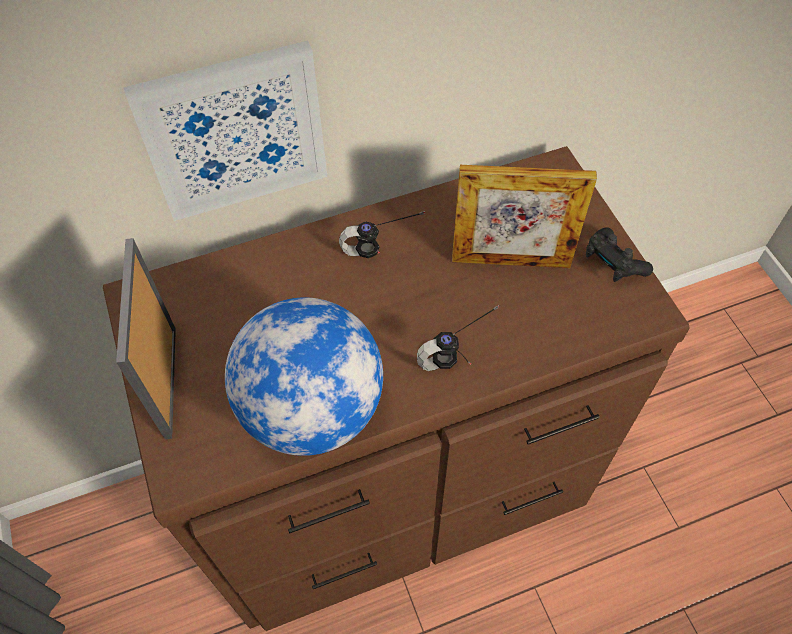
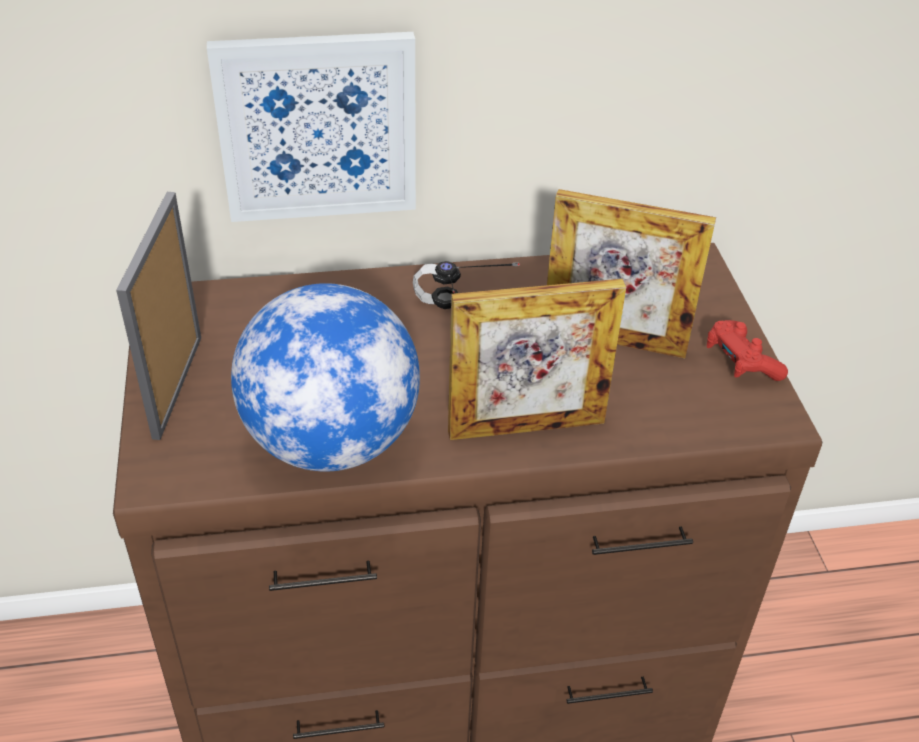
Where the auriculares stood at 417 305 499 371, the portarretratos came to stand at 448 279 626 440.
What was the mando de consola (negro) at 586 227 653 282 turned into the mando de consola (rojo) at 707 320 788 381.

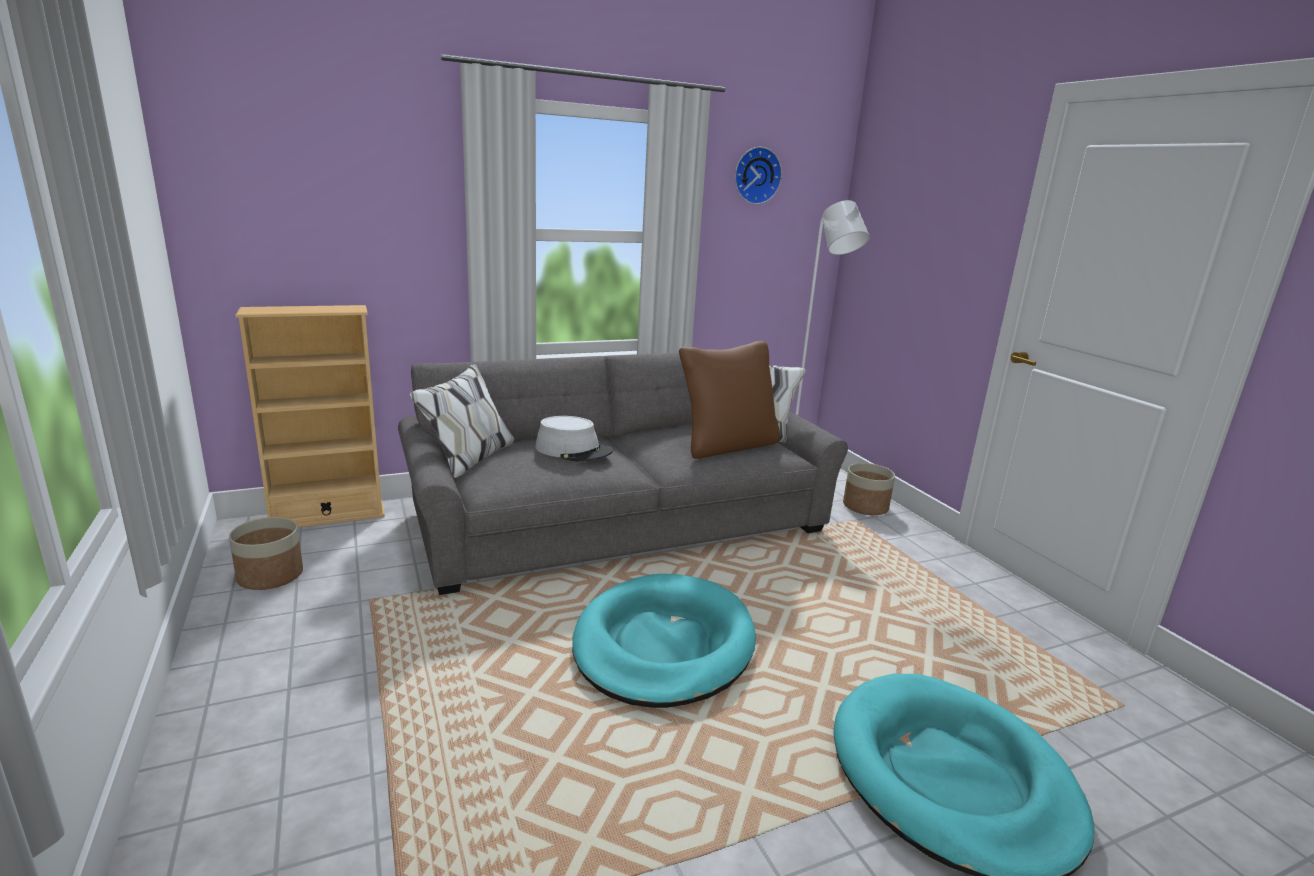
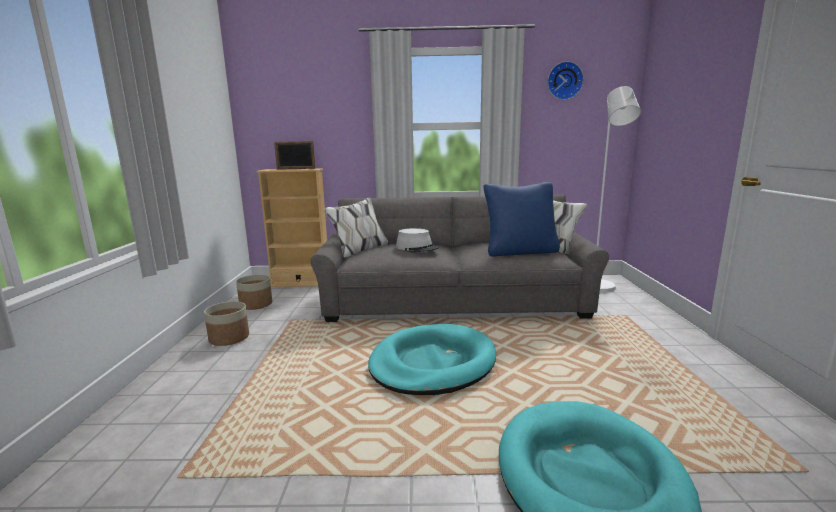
What was the cojín (marrón) at 679 341 780 459 turned into the cojín (azul) at 484 182 560 257.
The maceta ended up elsewhere, having gone from 843 463 895 515 to 204 301 249 346.
The second view gained the portarretratos at 274 141 315 170.

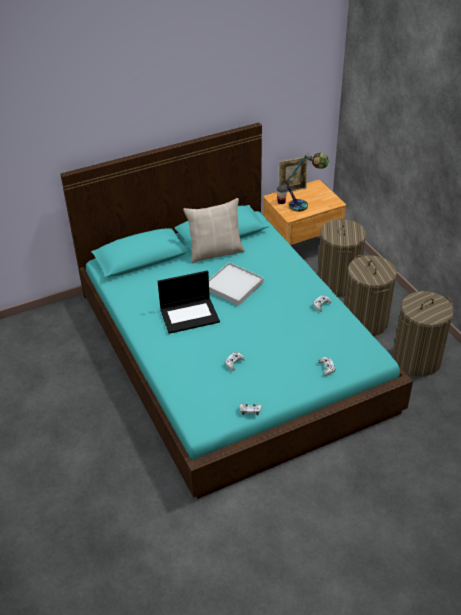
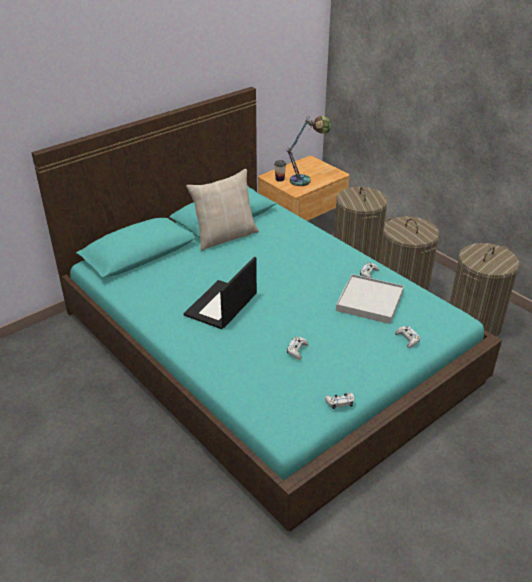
The portátil at 158 270 220 334 ended up facing another way, 150 degrees clockwise from before.
The bandeja (blanco) ended up elsewhere, having gone from 209 262 264 306 to 336 274 404 324.
The second view lost the portarretratos at 279 157 308 192.

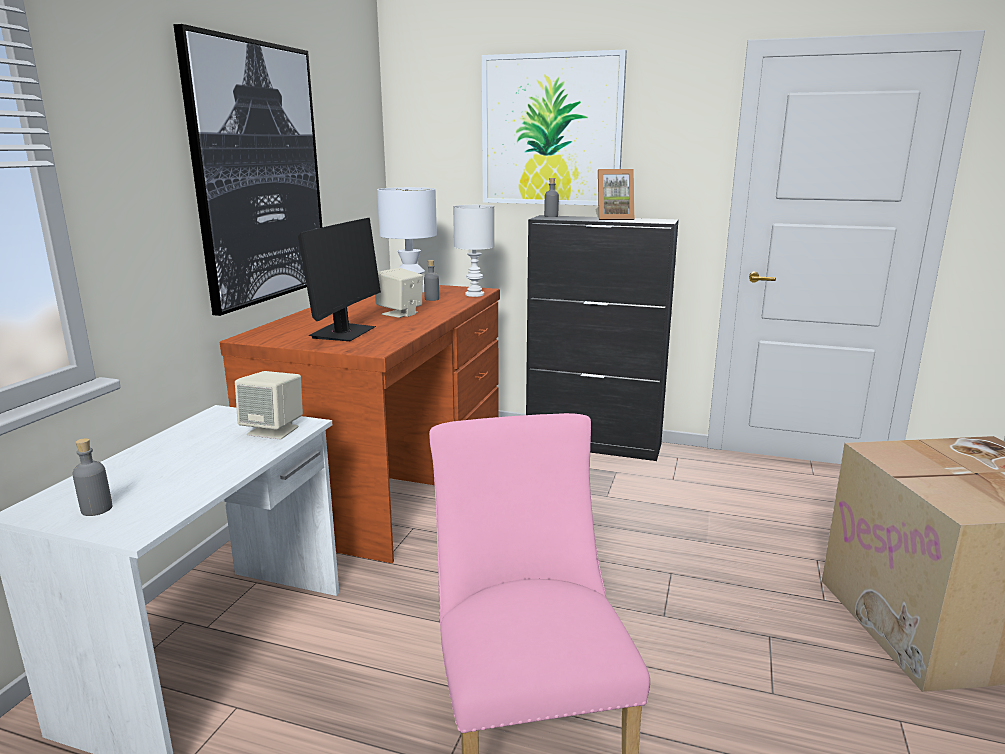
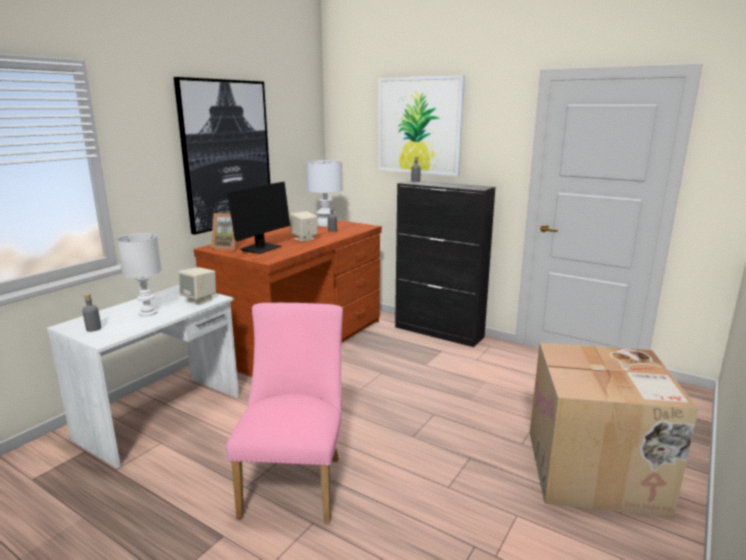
The lámpara de mesa (blanco) ended up elsewhere, having gone from 453 205 494 297 to 117 233 162 316.
The portarretratos ended up elsewhere, having gone from 595 169 635 220 to 211 213 237 250.

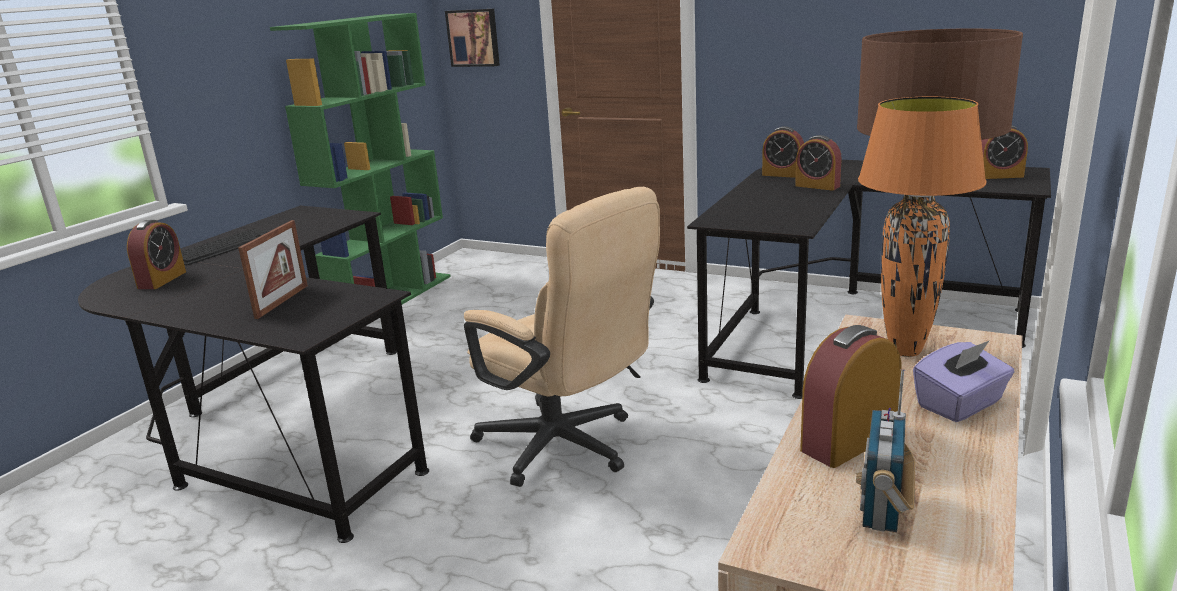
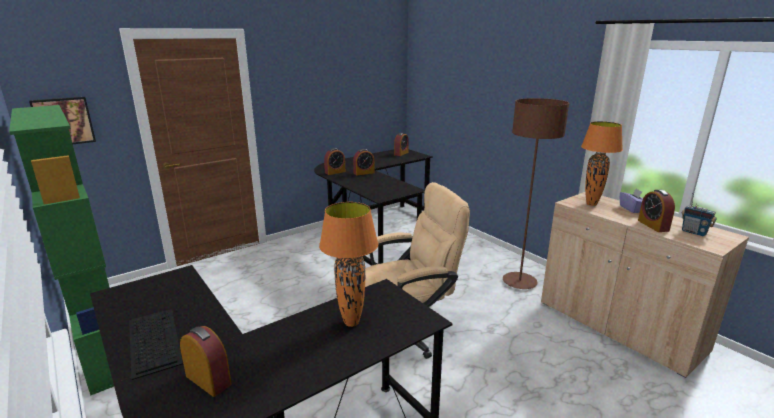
Where the portarretratos stood at 238 220 308 319, the lámpara de mesa (naranja) came to stand at 319 202 378 327.

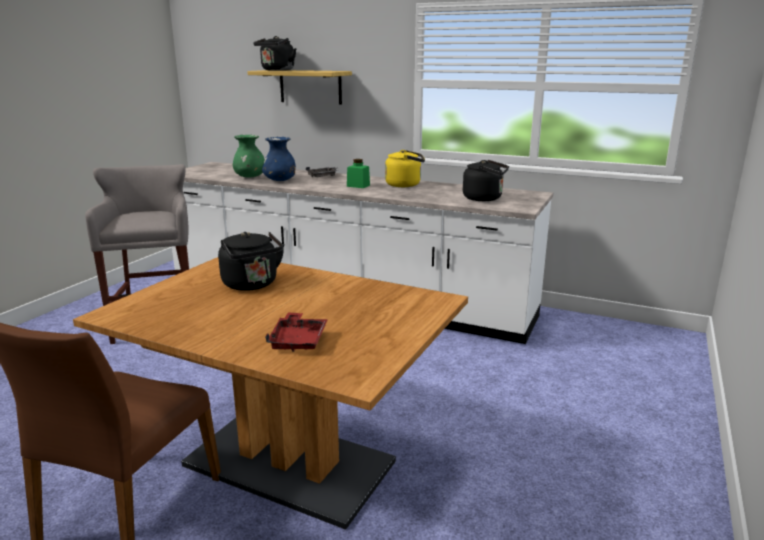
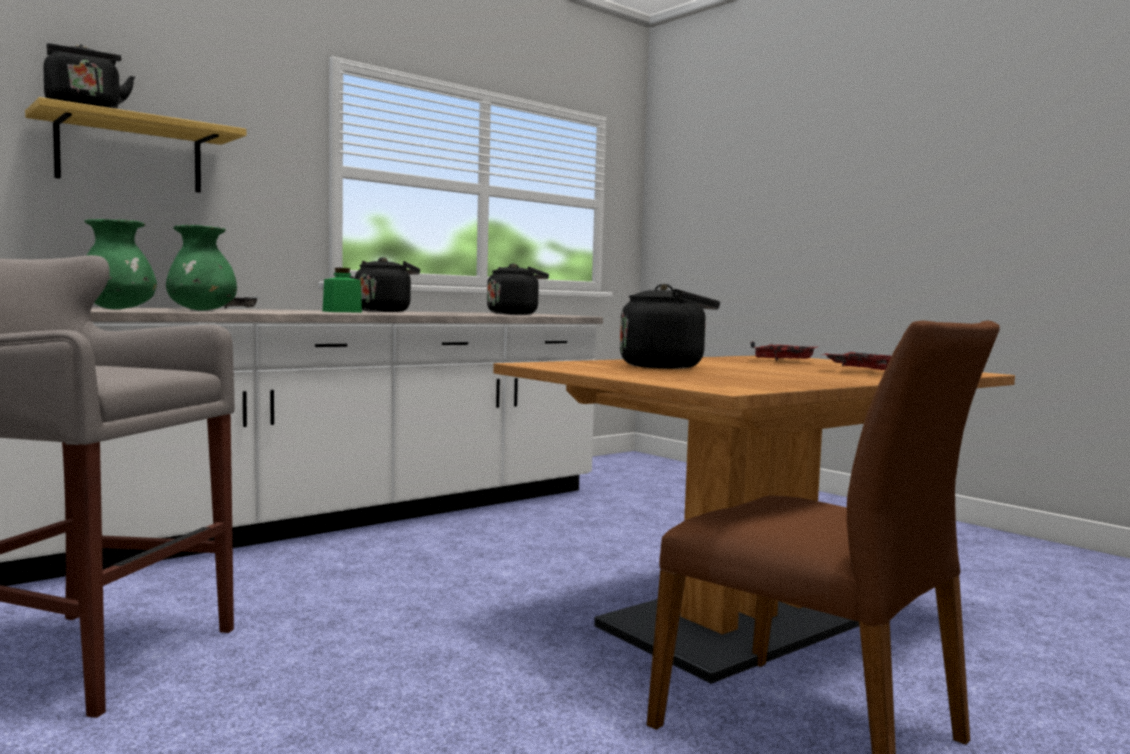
What was the florero (azul) at 262 137 296 181 turned into the florero (verde) at 166 225 237 311.
What was the hervidor (amarillo) at 385 150 425 187 turned into the hervidor (negro) at 350 257 420 312.
The second view gained the bandeja (rojo) at 750 341 817 360.

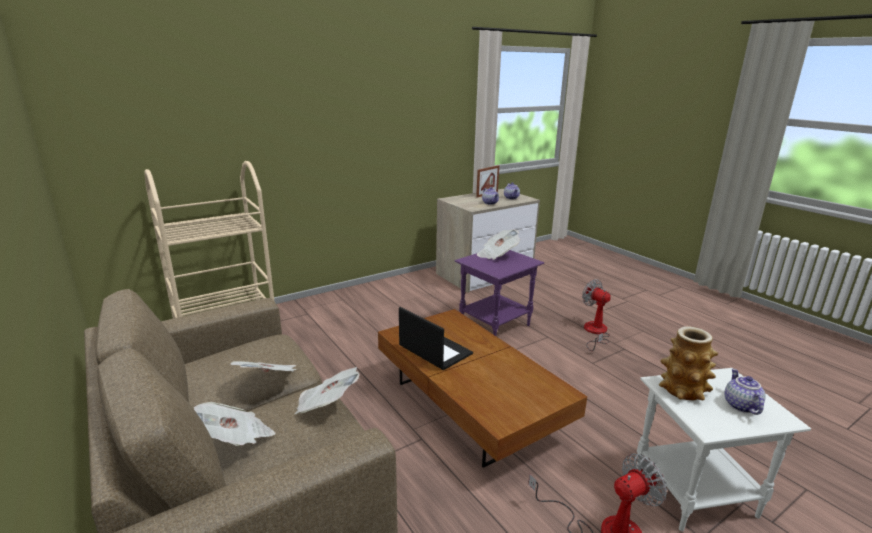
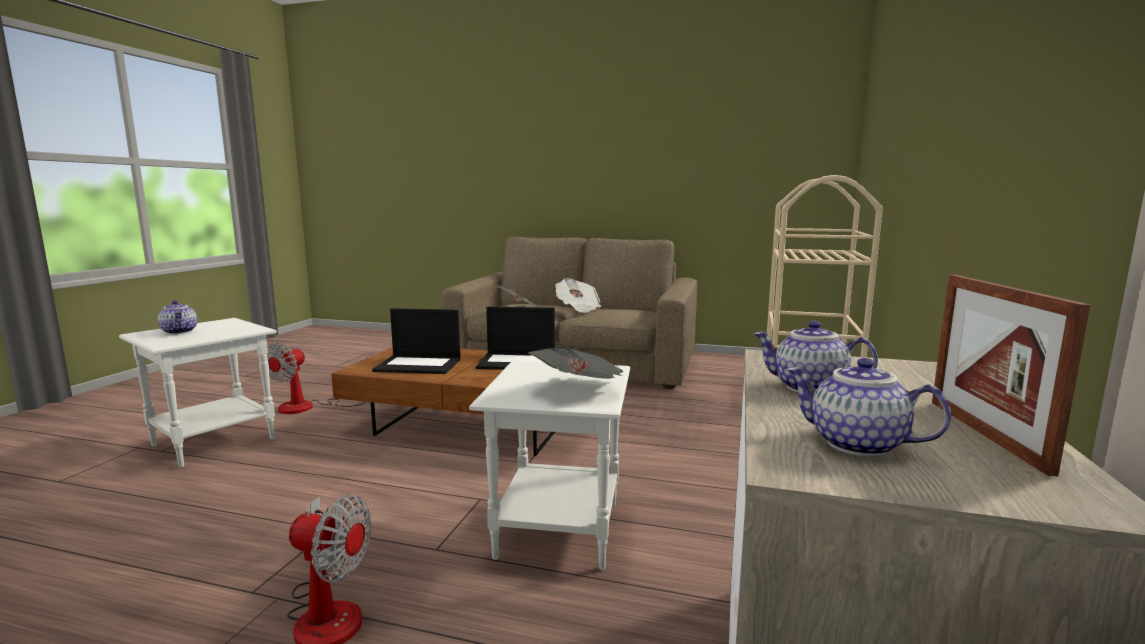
The second view lost the periódico at 194 402 276 446.
What was the mesa auxiliar (morado) at 454 250 544 336 turned into the mesa auxiliar (blanco) at 469 361 630 570.
The second view lost the florero at 659 326 718 400.
The second view gained the portátil at 372 308 461 374.

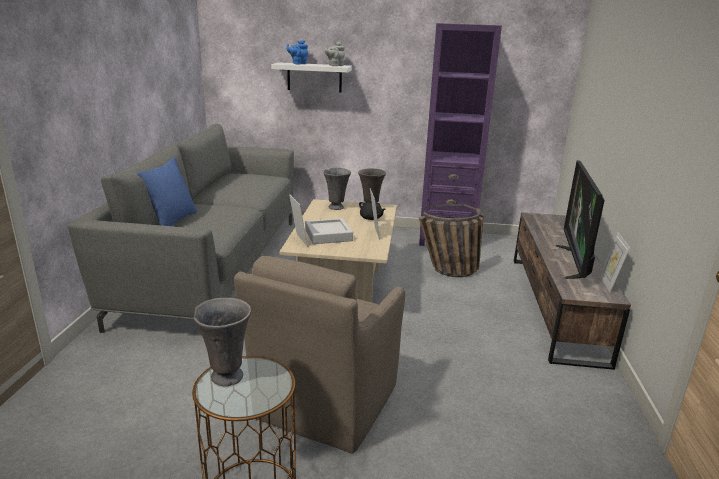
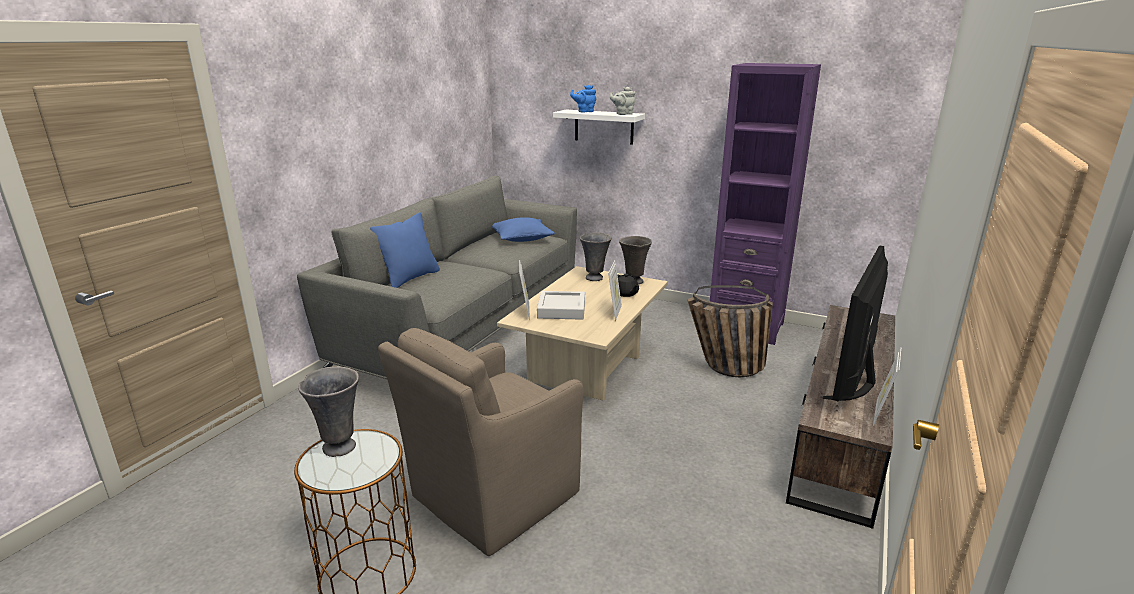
The second view gained the cojín (azul) at 492 217 555 242.

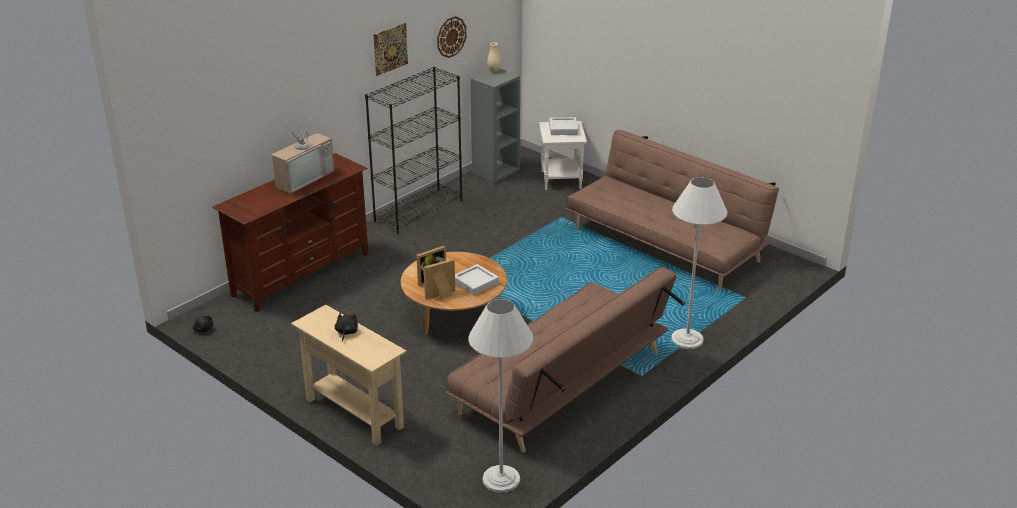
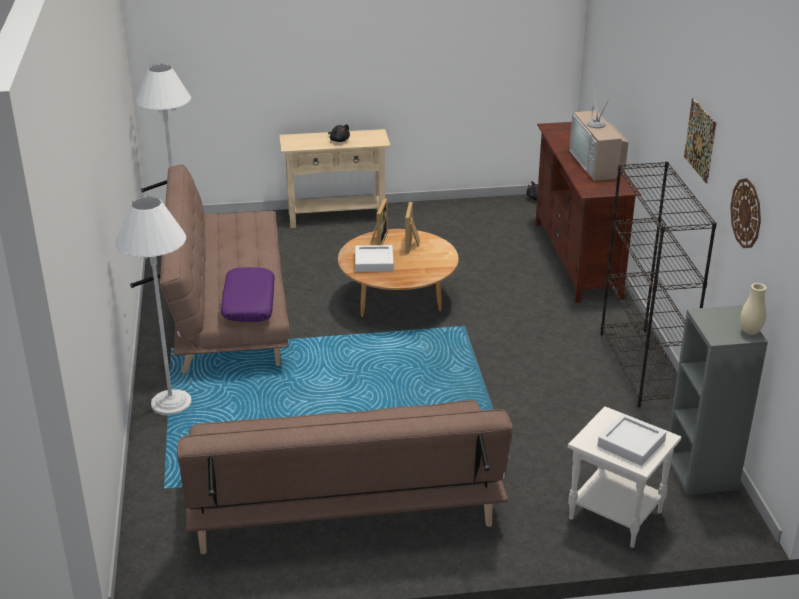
The second view gained the cojín (morado) at 221 267 275 322.

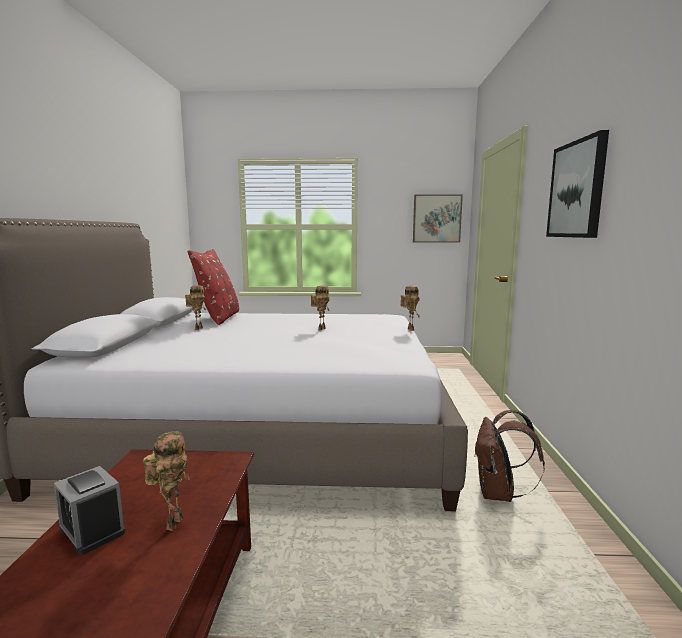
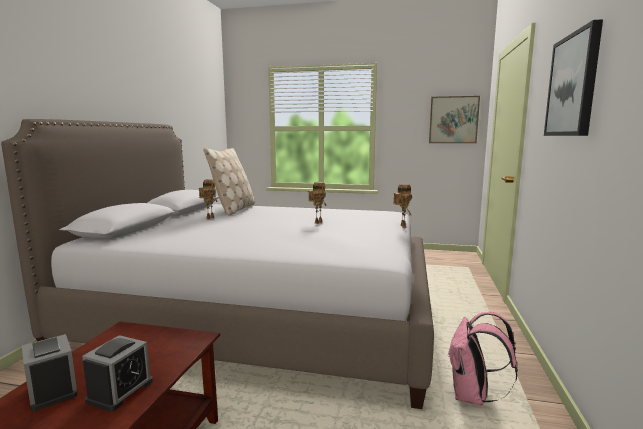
Where the robot de juguete stood at 143 431 190 531, the despertador came to stand at 82 335 153 412.
What was the cojín (rojo) at 188 249 239 325 turned into the cojín (beis) at 203 148 255 215.
What was the mochila (marrón) at 474 410 545 502 turned into the mochila (rosa) at 448 312 518 406.

